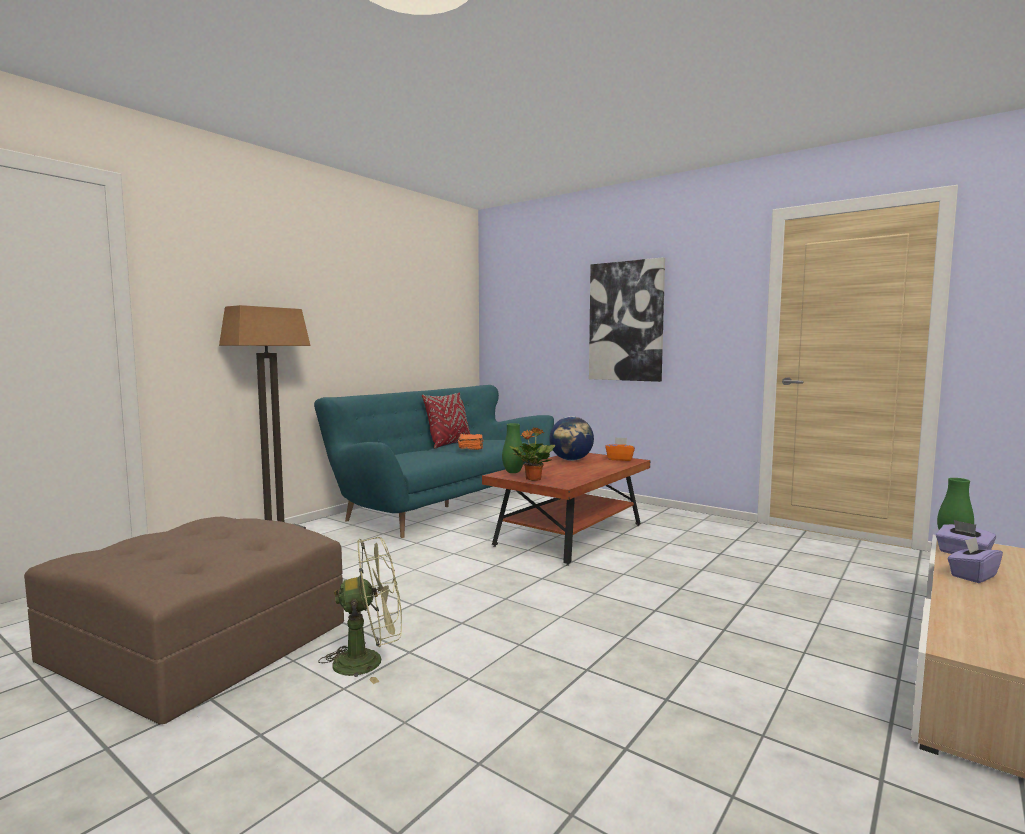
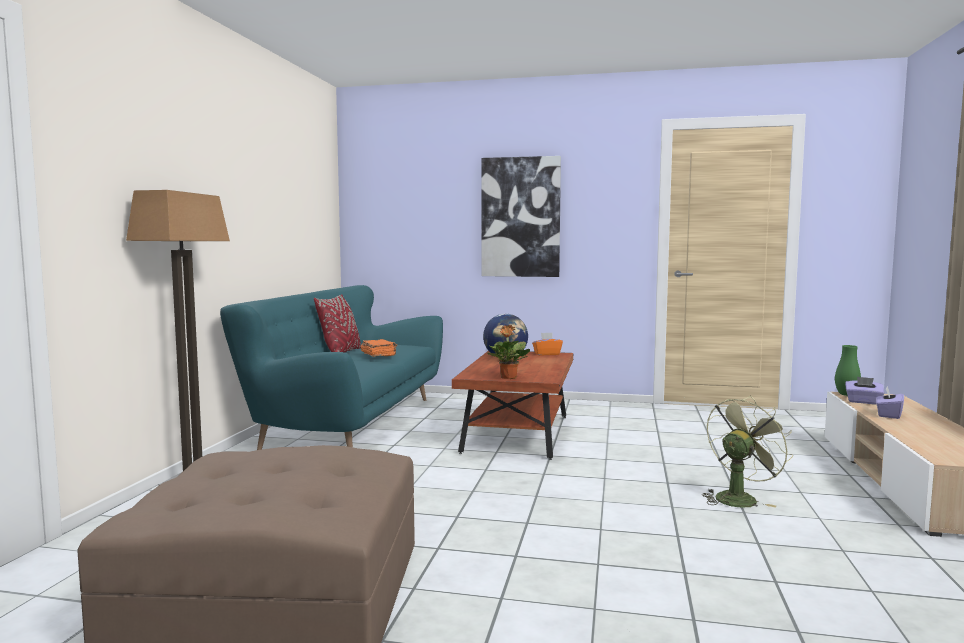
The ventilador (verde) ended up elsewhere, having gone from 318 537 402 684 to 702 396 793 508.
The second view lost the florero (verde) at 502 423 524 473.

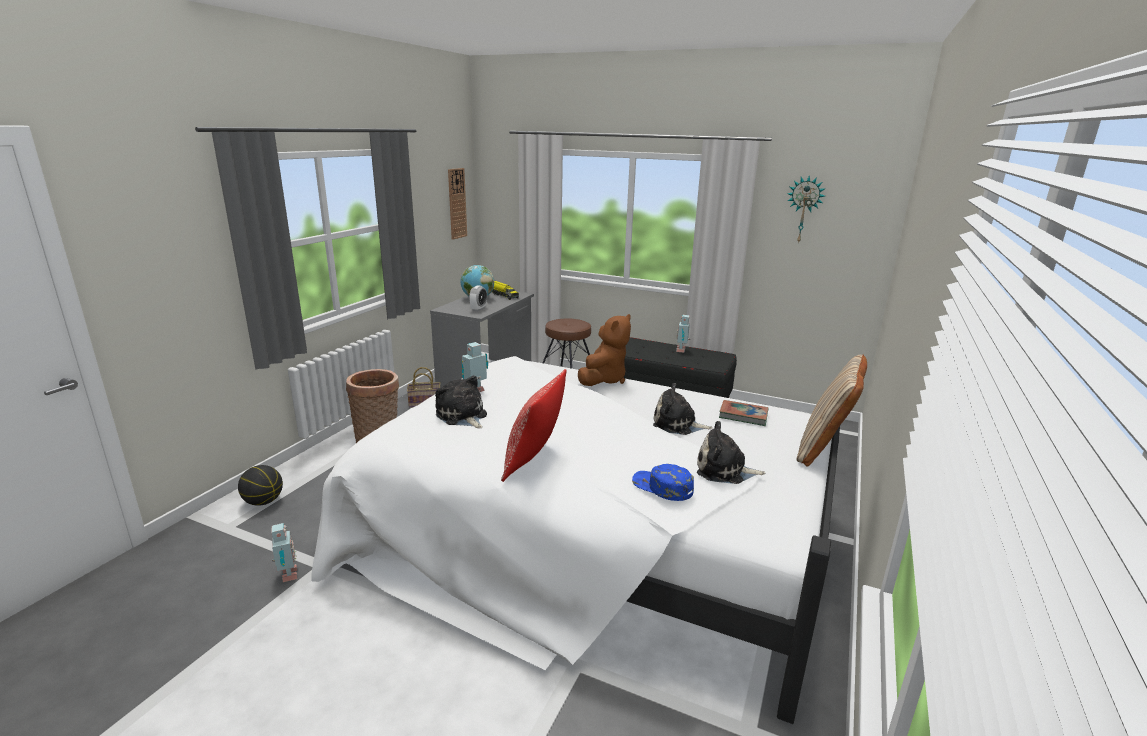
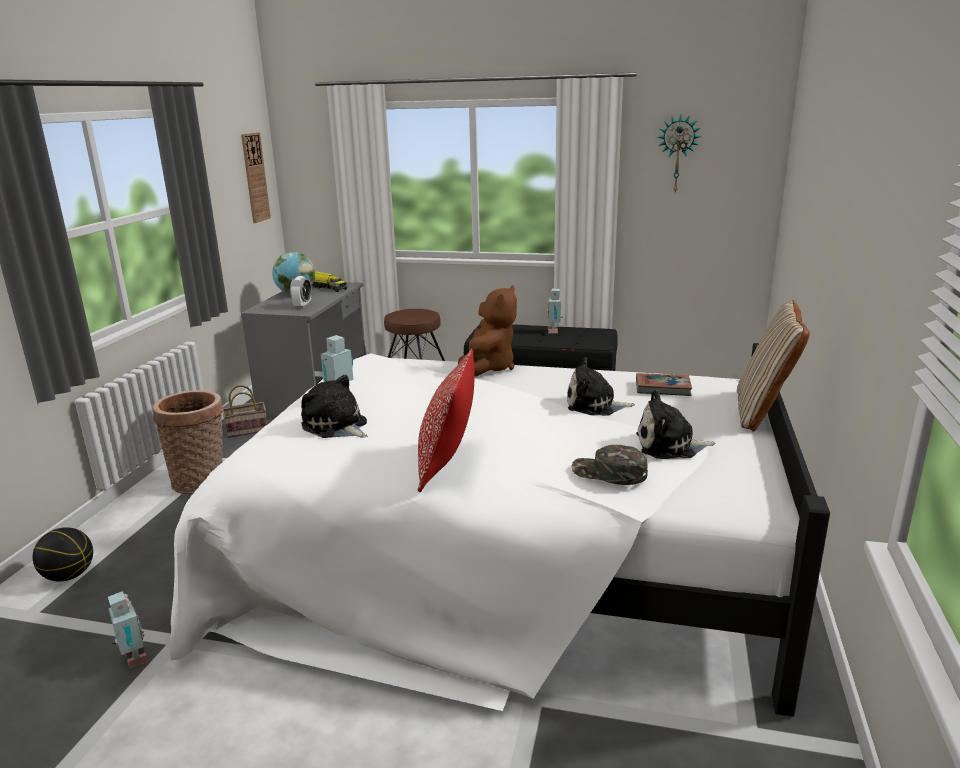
What was the gorra (azul) at 632 464 694 501 turned into the gorra (verde) at 572 445 648 485.

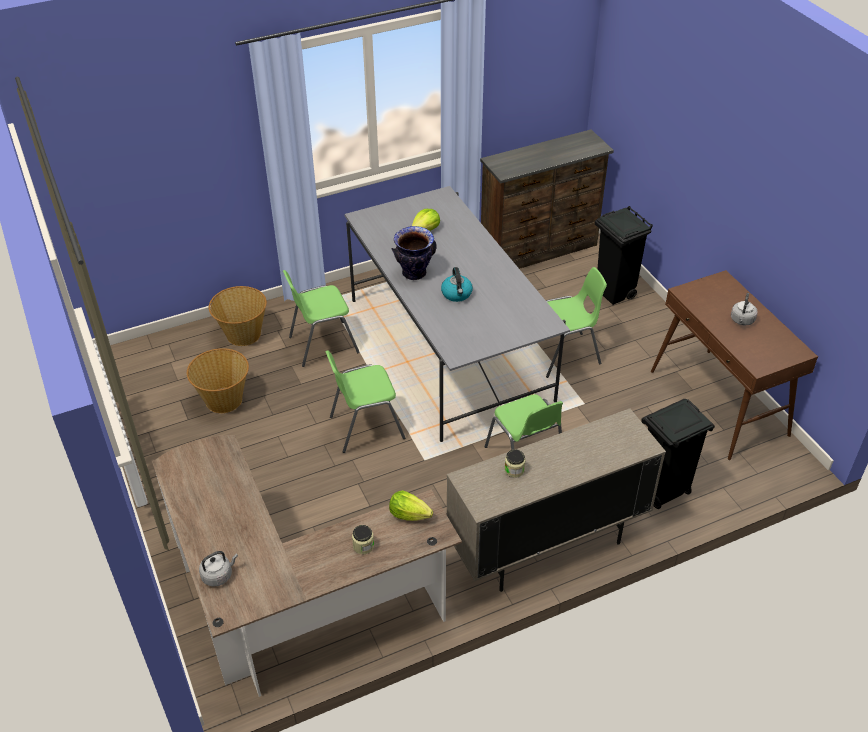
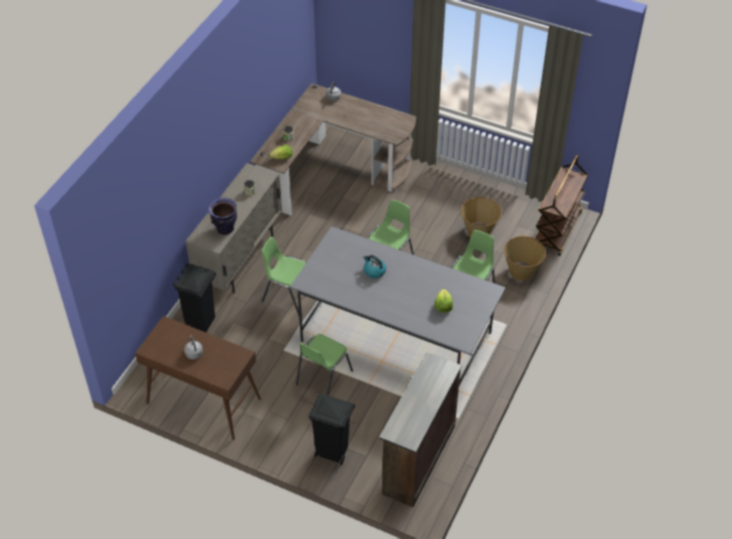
The florero ended up elsewhere, having gone from 391 226 437 280 to 208 198 237 235.
The second view gained the carrito (marrón) at 535 155 588 256.

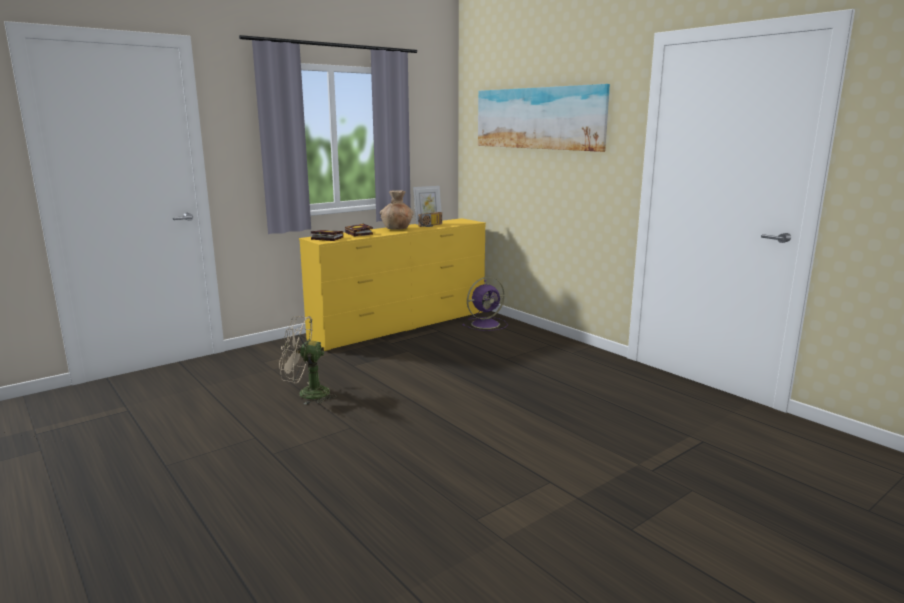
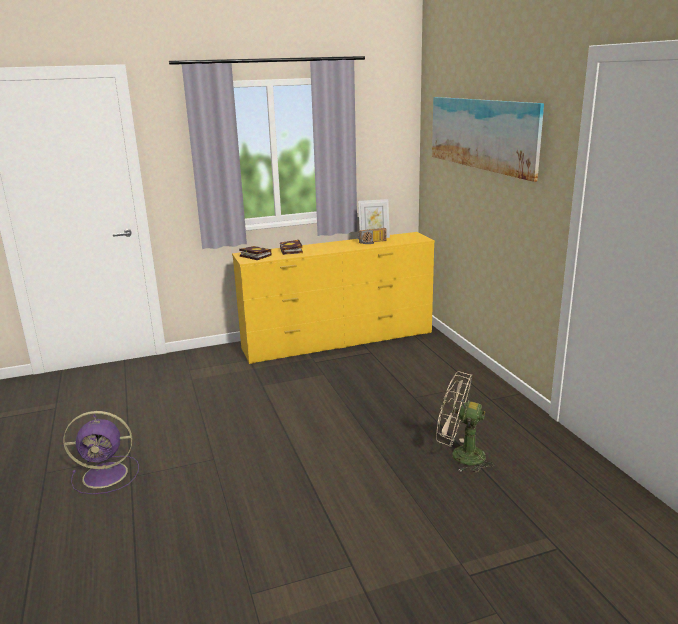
The ventilador (beis) ended up elsewhere, having gone from 279 316 337 405 to 436 371 495 473.
The second view lost the florero (marrón) at 380 190 414 230.
The ventilador (morado) ended up elsewhere, having gone from 462 277 508 331 to 63 411 139 494.

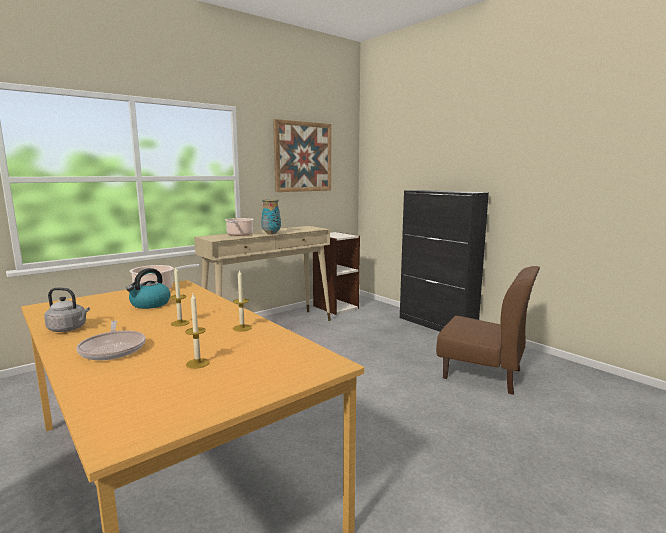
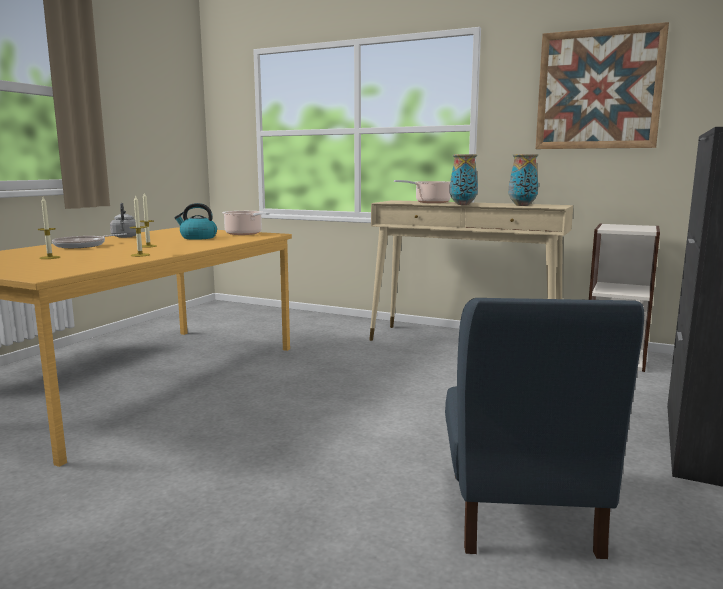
What was the silla (marrón) at 436 266 540 395 turned into the silla (azul) at 445 298 644 559.
The second view gained the florero at 509 154 538 206.

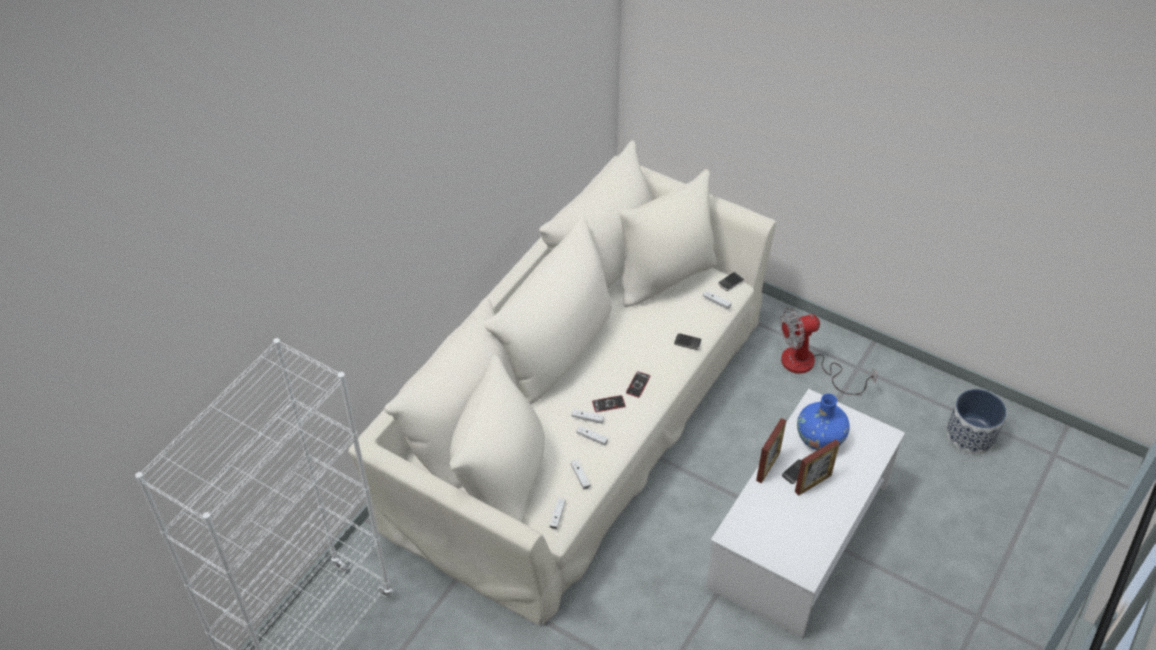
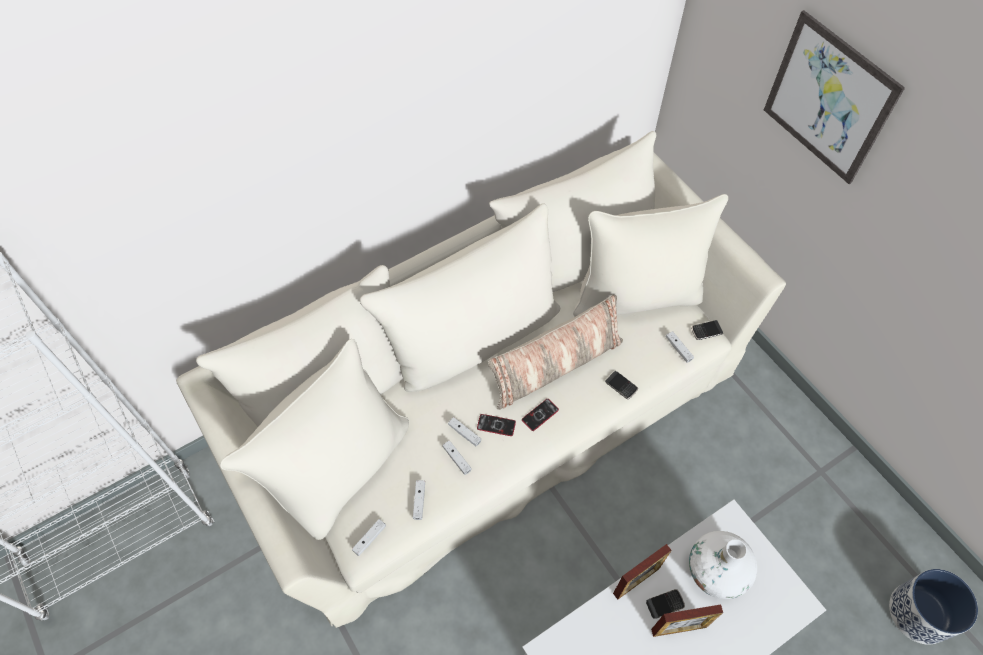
The second view lost the ventilador at 780 308 877 395.
What was the florero (azul) at 797 394 850 450 turned into the florero (blanco) at 689 531 757 599.
The second view gained the cojín at 488 295 623 410.
The second view gained the cuadro at 764 10 905 184.

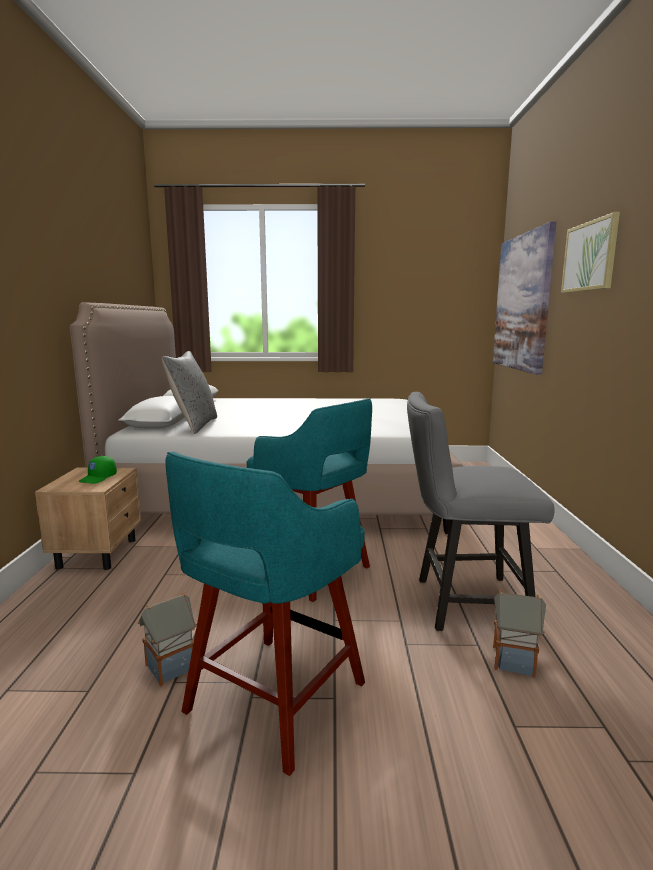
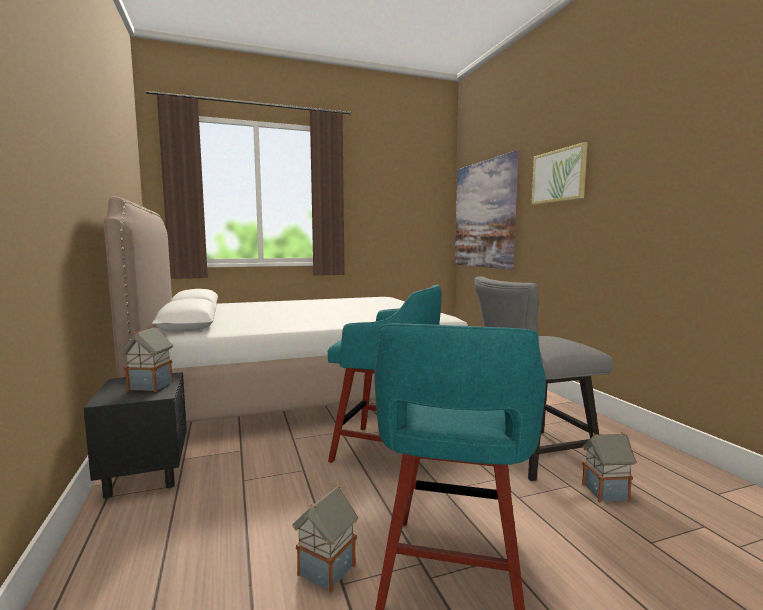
What was the mesita de noche (beis) at 35 467 141 570 turned into the mesita de noche (negro) at 84 372 187 499.
Where the gorra (verde) stood at 79 456 117 484, the casita came to stand at 121 326 173 392.
The second view lost the cojín (gris) at 162 351 217 434.

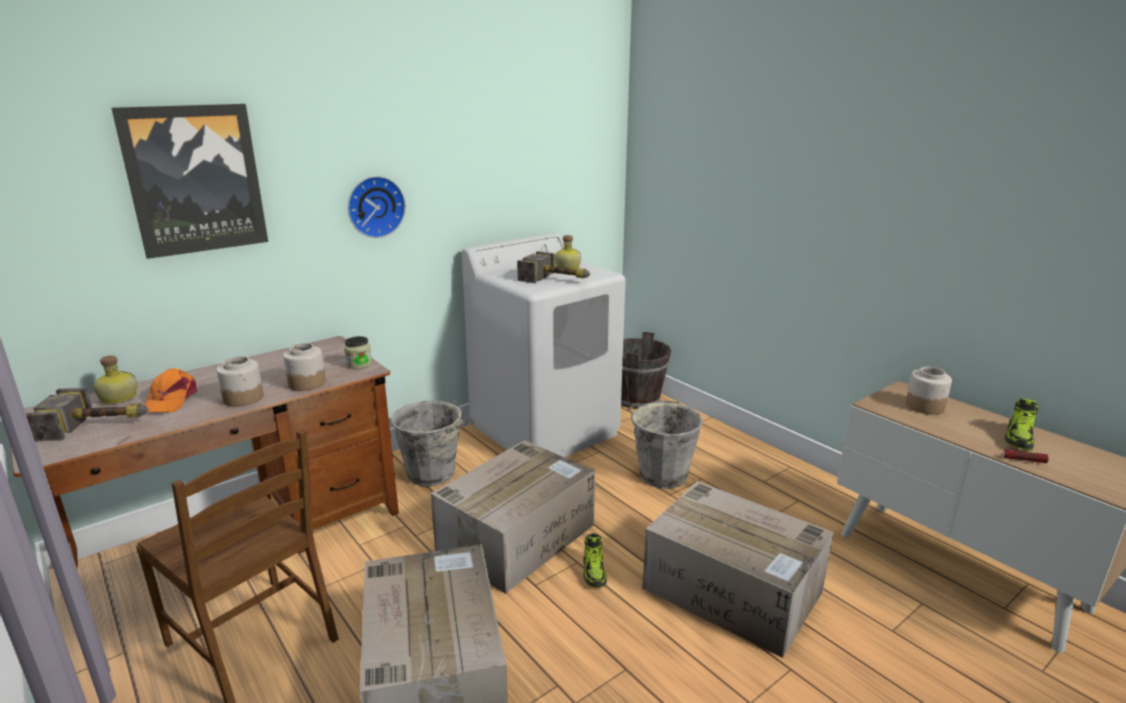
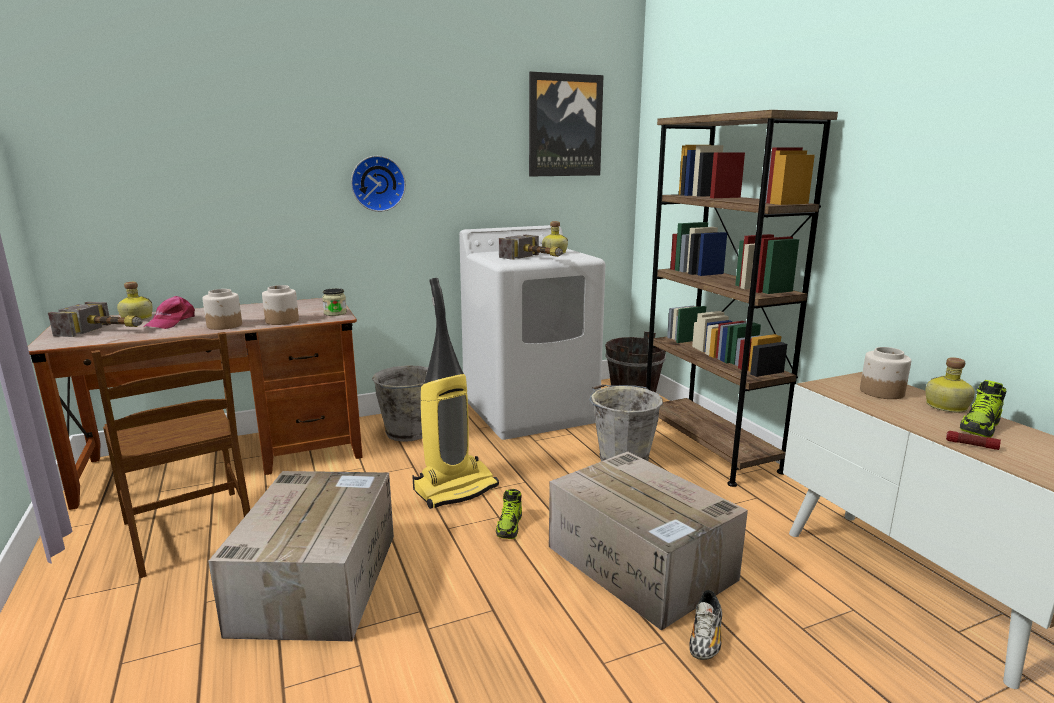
The cuadro ended up elsewhere, having gone from 111 104 268 259 to 529 72 604 177.
What was the gorra (naranja) at 144 368 197 412 turned into the gorra (rosa) at 143 296 195 329.
Where the caja de cartón stood at 430 440 595 594, the aspiradora came to stand at 412 278 499 509.
The second view gained the estantería (marrón) at 646 110 838 487.
The second view gained the zapato at 689 590 722 660.
The second view gained the botella at 925 357 975 413.

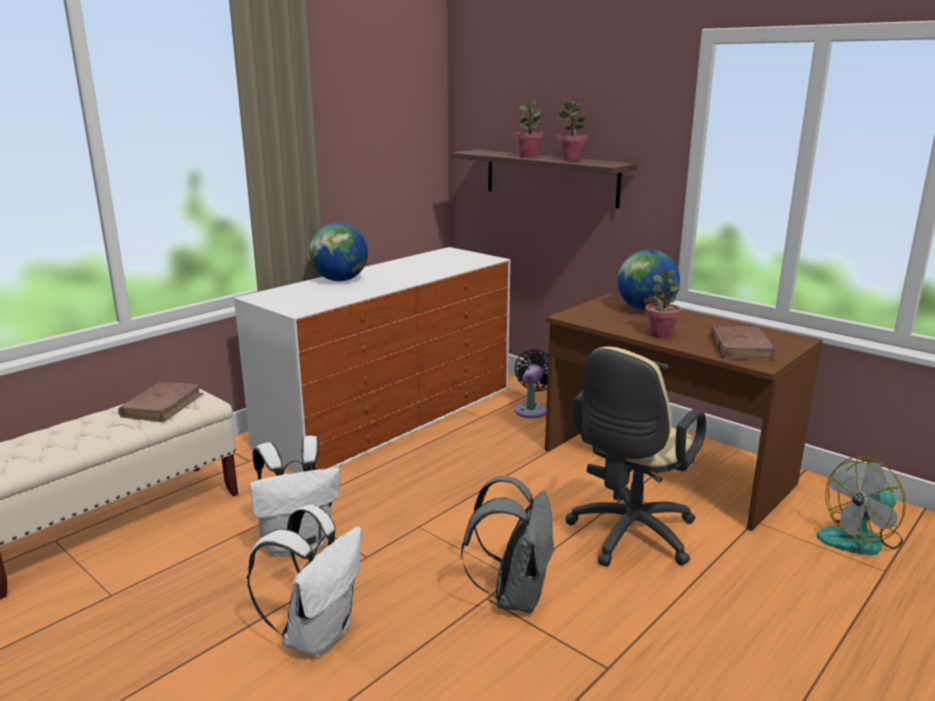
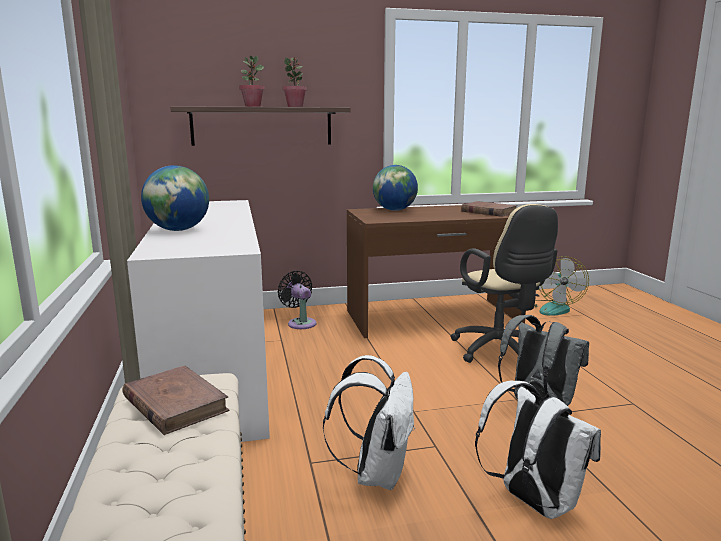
The second view lost the planta en maceta at 645 270 682 338.

